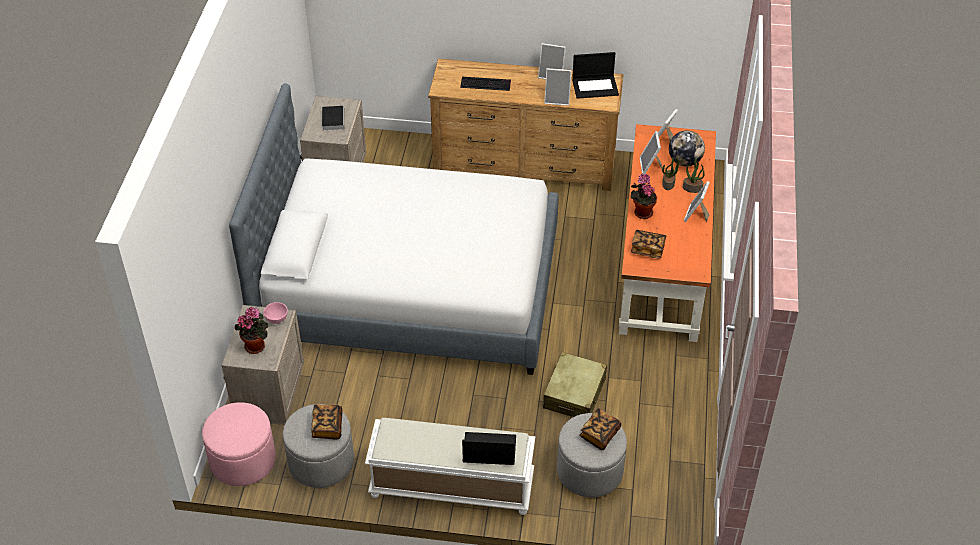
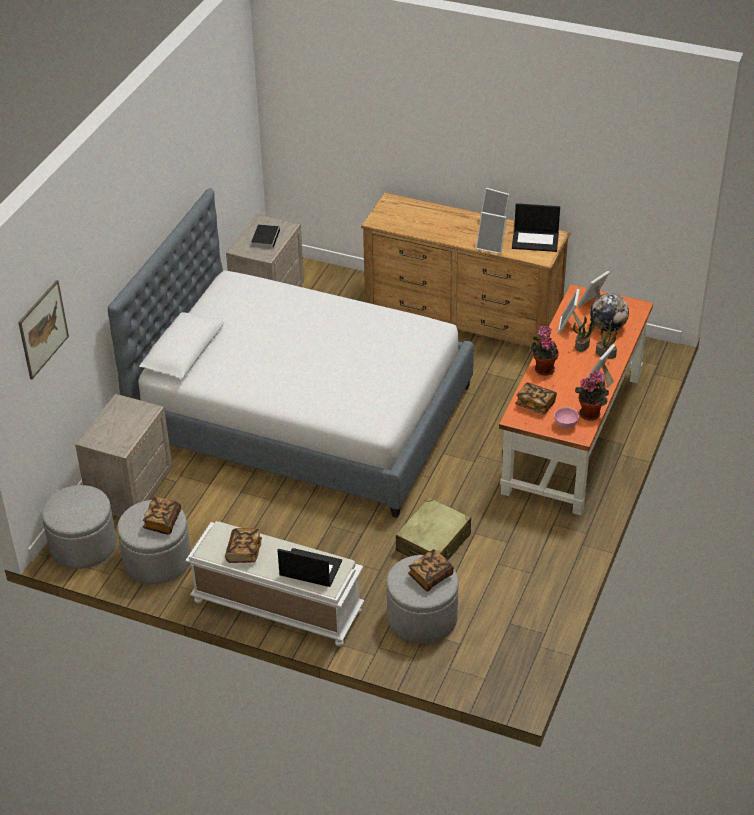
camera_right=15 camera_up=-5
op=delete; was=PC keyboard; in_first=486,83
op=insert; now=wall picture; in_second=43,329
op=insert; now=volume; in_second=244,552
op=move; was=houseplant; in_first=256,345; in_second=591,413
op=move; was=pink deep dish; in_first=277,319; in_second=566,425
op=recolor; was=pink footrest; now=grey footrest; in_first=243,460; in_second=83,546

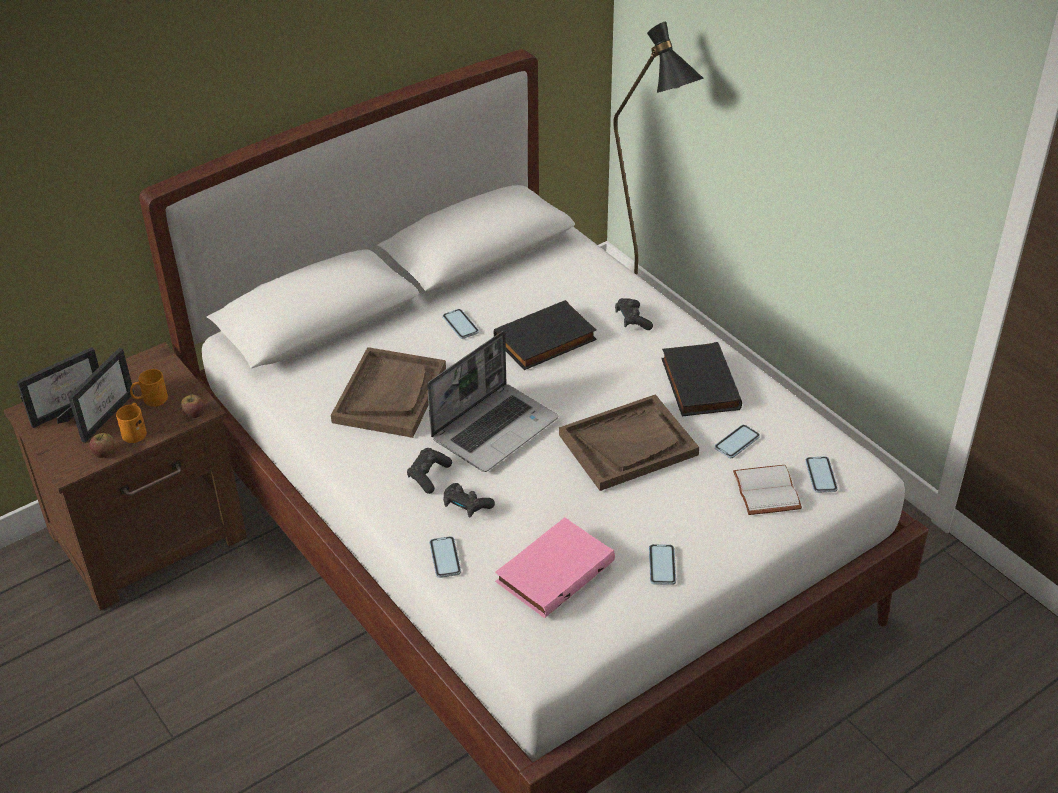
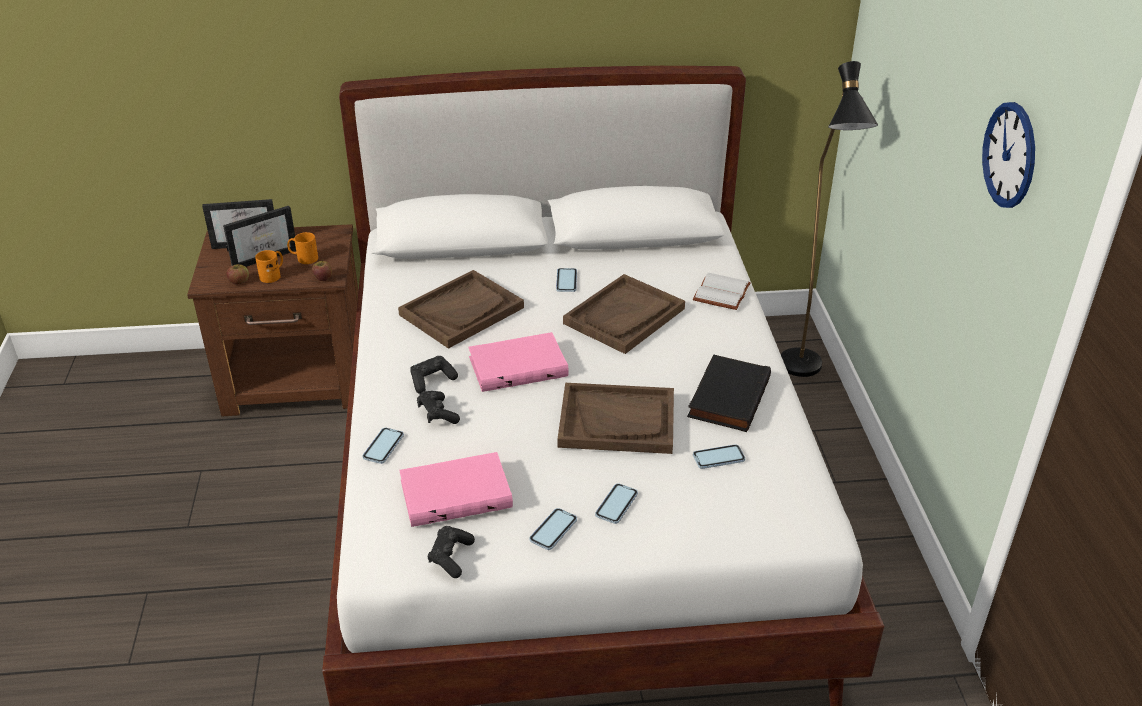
camera_right=30 camera_up=-5
op=insert; now=wall clock; in_second=1009,155
op=move; was=black joypad; in_first=632,320; in_second=451,557
op=move; was=white-coloured volume; in_first=768,492; in_second=723,294
op=move; was=phone; in_first=821,476; in_second=616,505
op=replace; was=laptop; now=pink volume; in_first=495,428; in_second=518,365
op=replace; was=black volume; now=brown-coloured serving tray; in_first=545,341; in_second=624,316

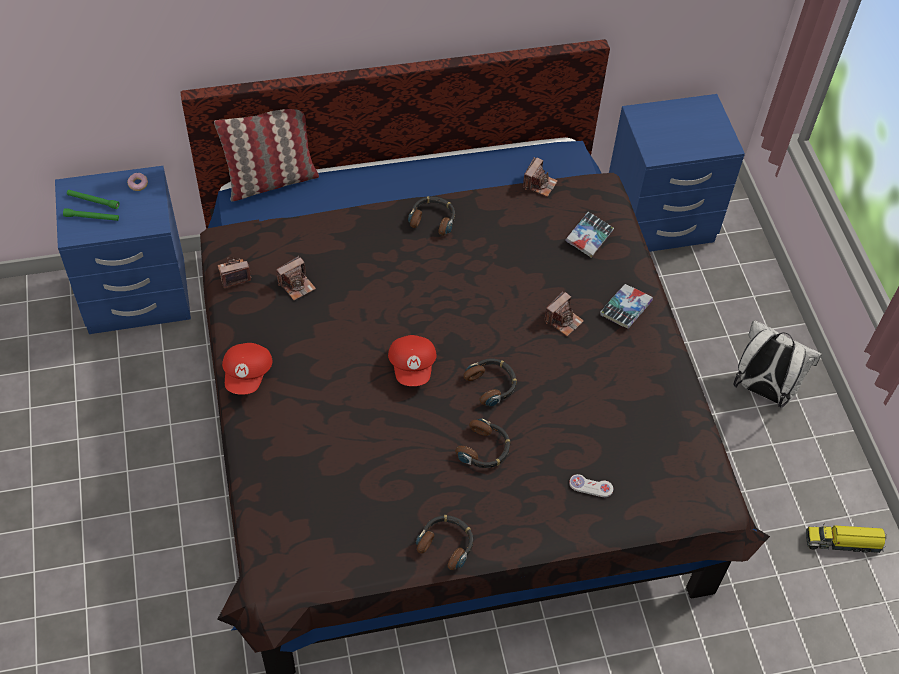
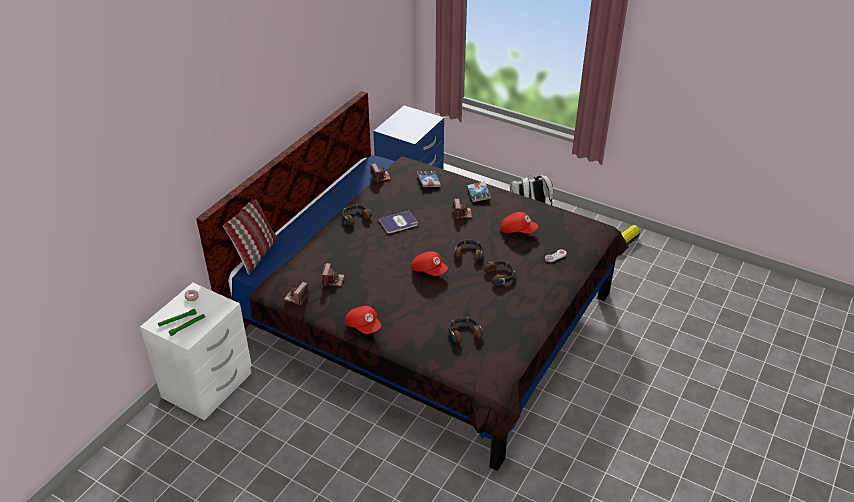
camera_right=-45 camera_up=-15
op=insert; now=volume; in_second=398,222
op=insert; now=reddish cap; in_second=518,230
op=move; was=headphones; in_first=446,543; in_second=464,332
op=recolor; was=blue bedside table; now=white-coloured bedside table; in_first=137,297; in_second=208,386

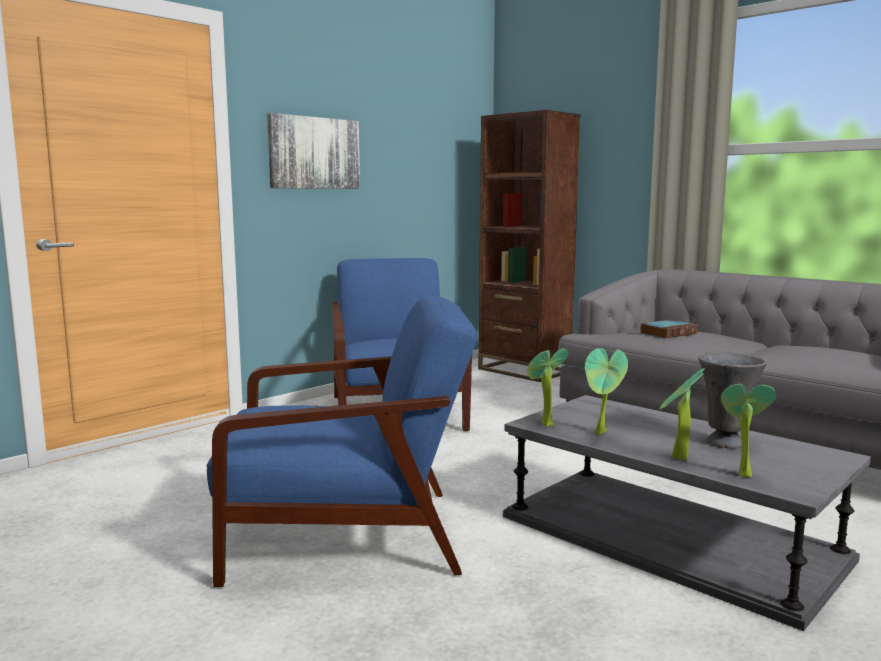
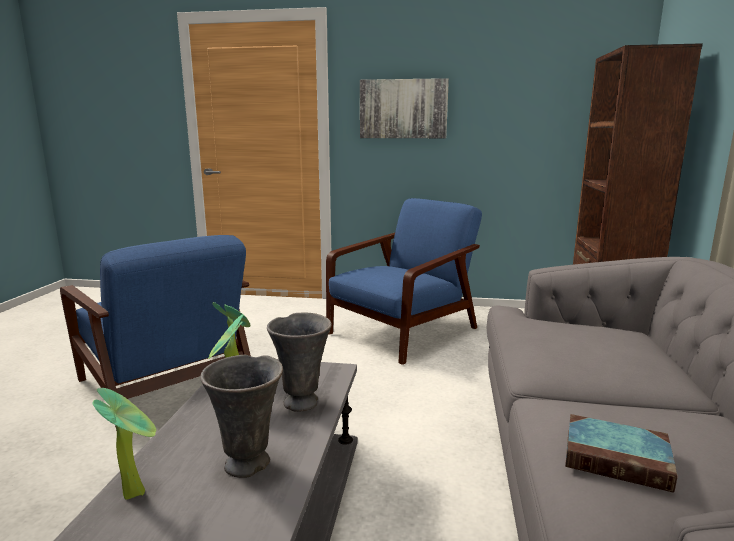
camera_right=55 camera_up=5
op=delete; was=houseplant; in_first=677,459
op=insert; now=grey decorative vase; in_second=302,402
op=move; was=volume; in_first=668,333; in_second=618,458

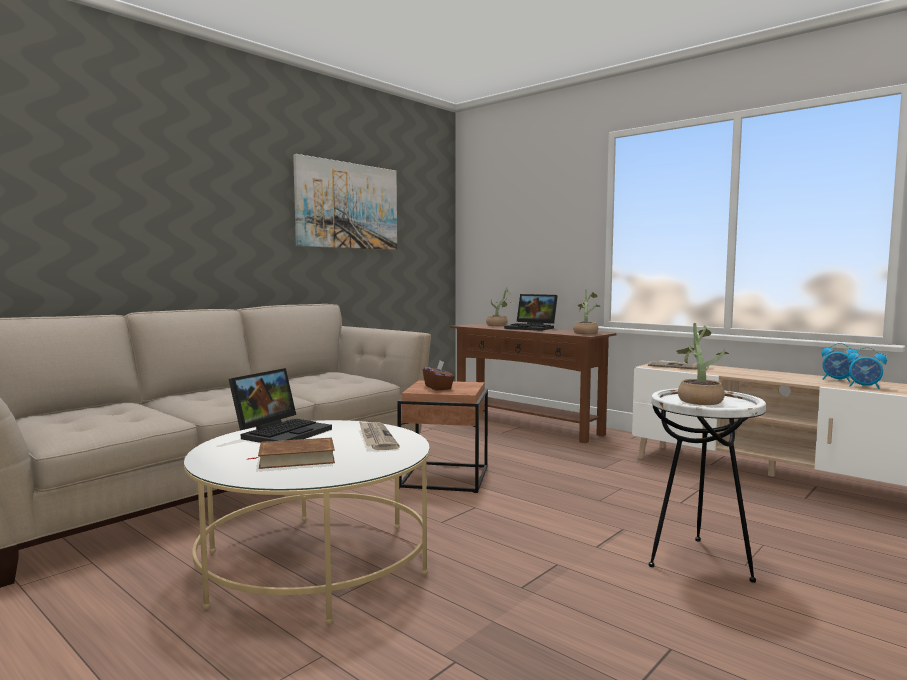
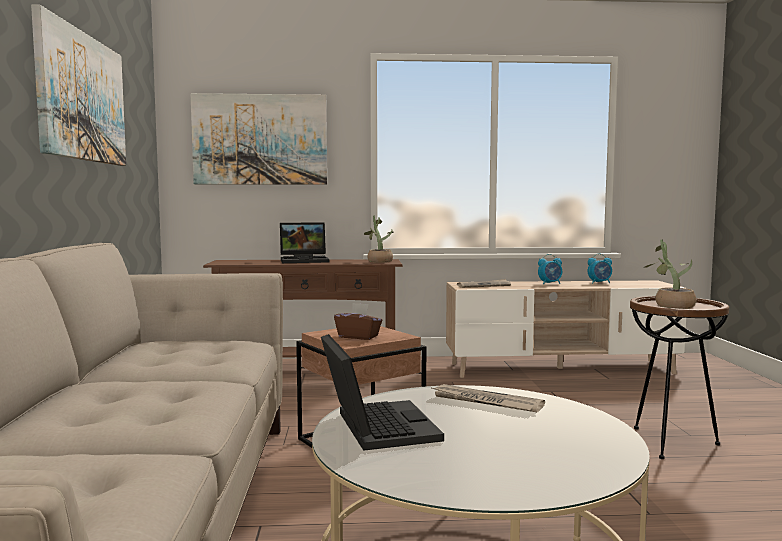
camera_right=-45 camera_up=0
op=delete; was=brown-coloured volume; in_first=296,458
op=delete; was=houseplant; in_first=499,325
op=insert; now=wall picture; in_second=260,140
op=move; was=table clock; in_first=865,387; in_second=550,283
op=recolor; was=white-coloured end table; now=brown-coloured end table; in_first=700,561; in_second=671,443

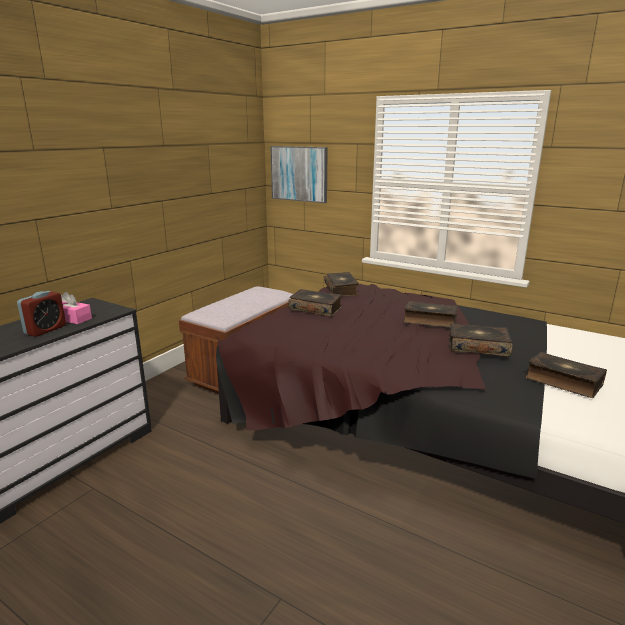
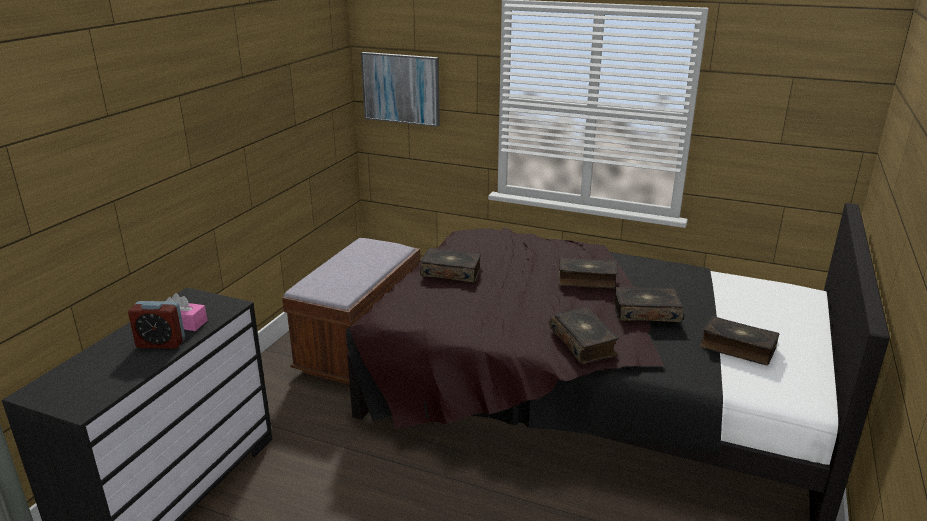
camera_right=-10 camera_up=5
op=move; was=volume; in_first=341,290; in_second=583,343
op=rotate; was=table clock; in_first=45,330; in_second=161,343; clockwise=75

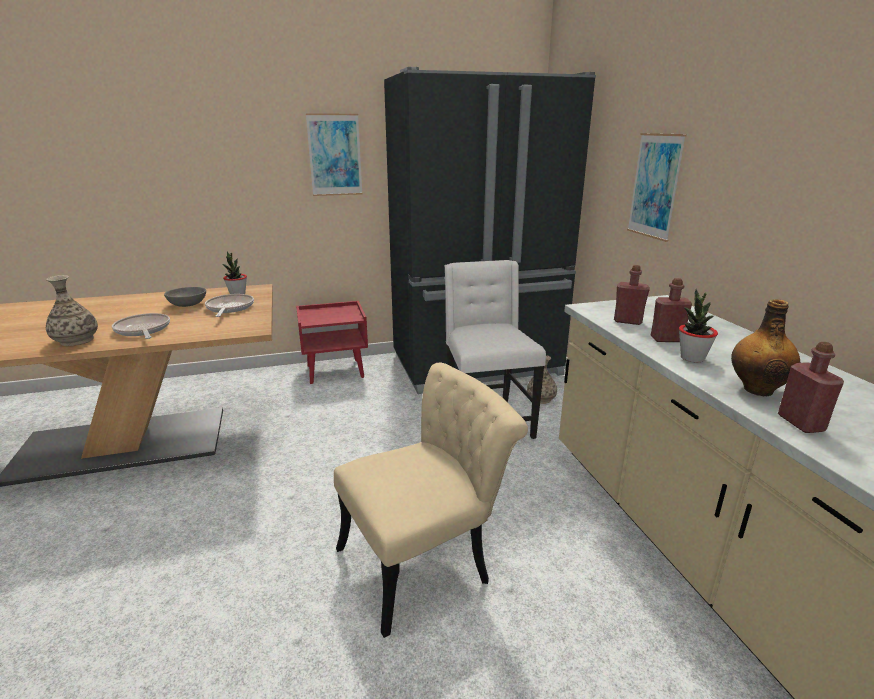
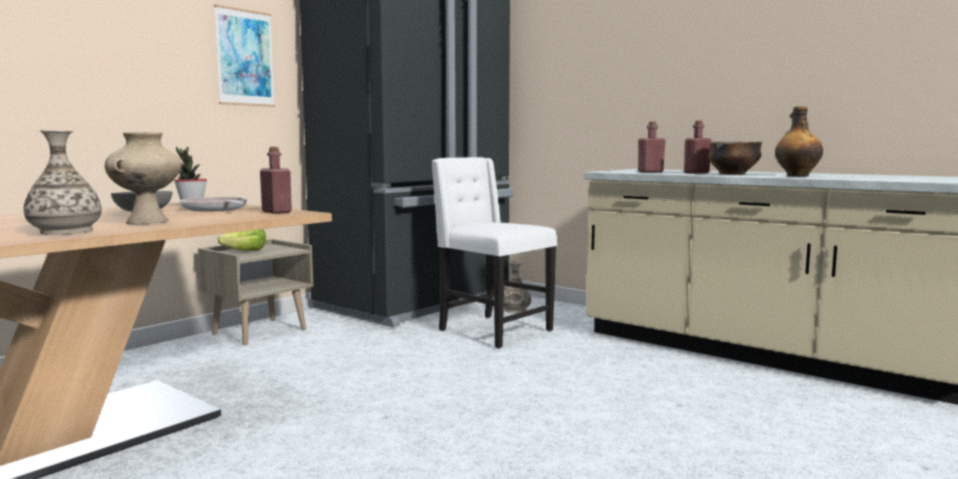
camera_right=-35 camera_up=-15
op=delete; was=sand-coloured upright chair; in_first=426,560
op=delete; was=wall picture; in_first=655,186
op=insert; now=lettuce; in_second=245,251
op=move; was=reddish drink bottle; in_first=800,423; in_second=276,212
op=replace; was=skillet; now=sand-coloured decorative vase; in_first=143,330; in_second=147,222
op=replace; was=houseplant; now=deep dish; in_first=692,358; in_second=733,174
op=recolor; was=reddish bedside table; now=sand-coloured bedside table; in_first=336,371; in_second=260,331

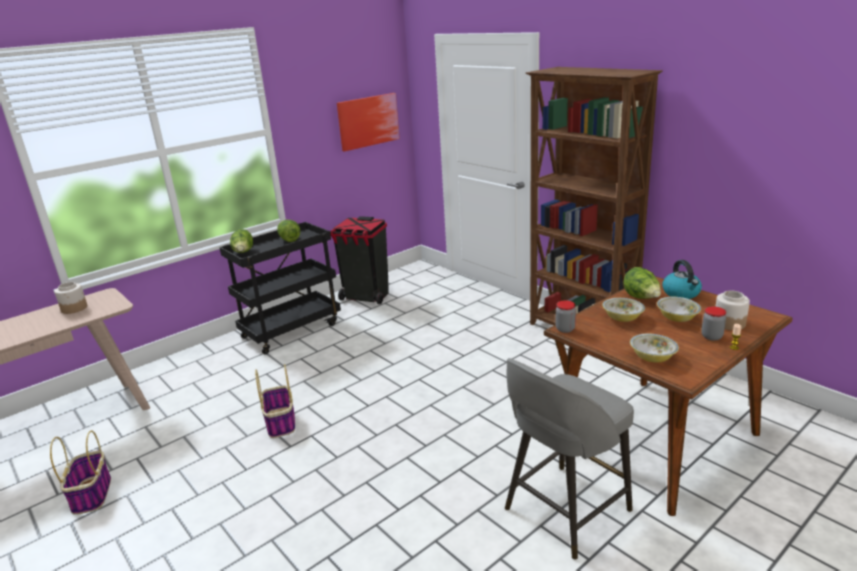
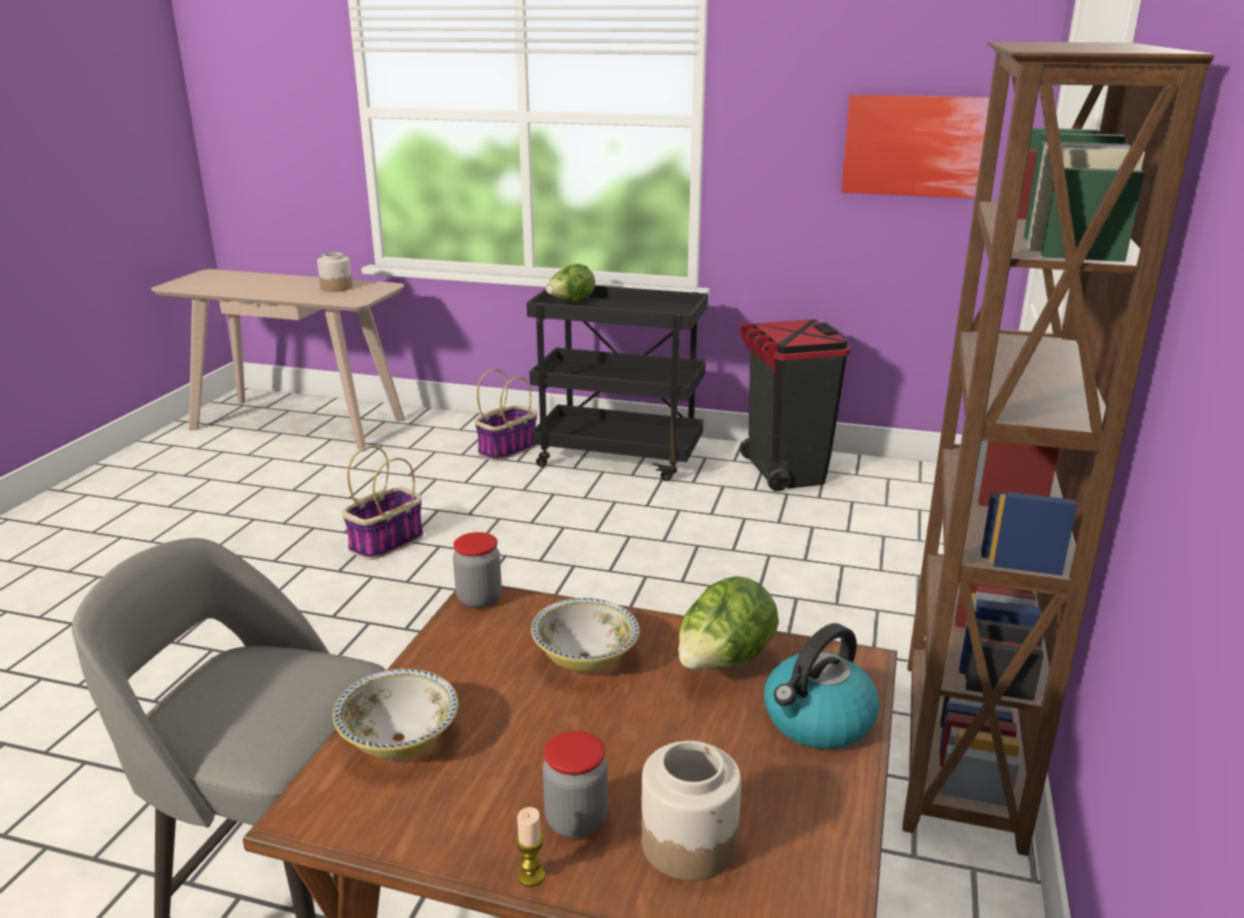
camera_right=55 camera_up=0
op=delete; was=lettuce; in_first=289,240
op=delete; was=deep dish; in_first=677,318
op=move; was=household basket; in_first=91,494; in_second=508,449

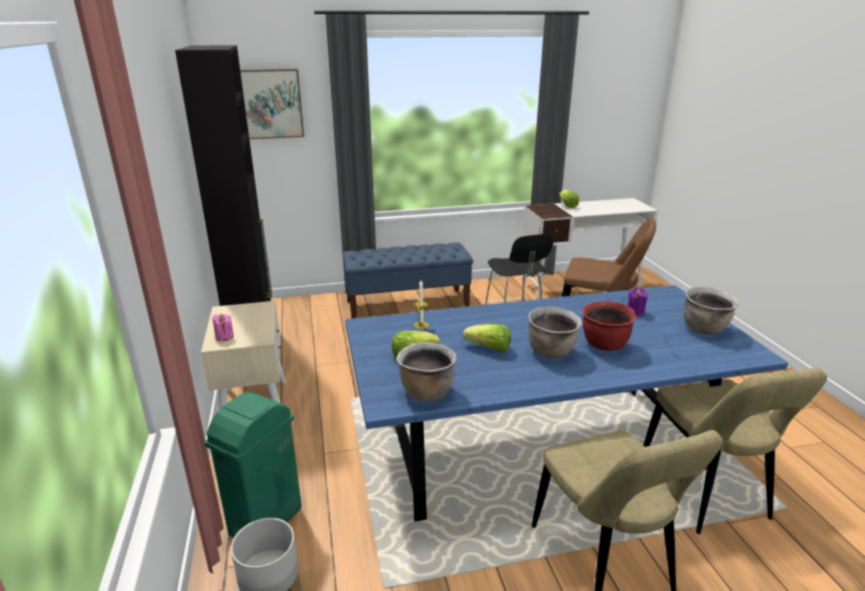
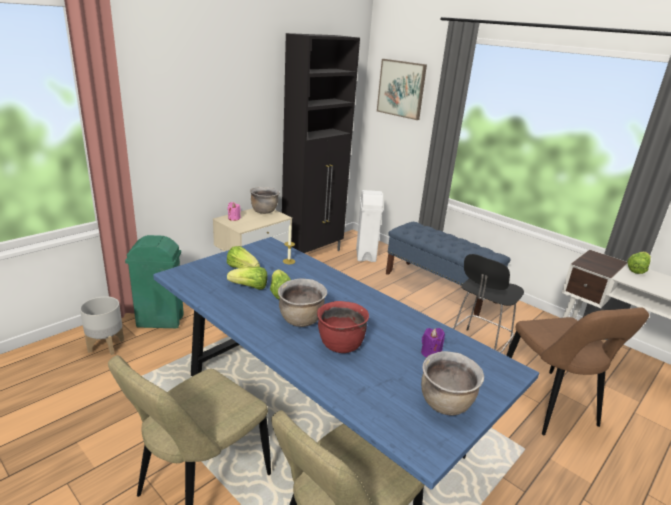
camera_right=55 camera_up=0
op=insert; now=lettuce; in_second=249,287
op=insert; now=white-coloured rubbish bin; in_second=365,255
op=move; was=brown-coloured stockpot; in_first=426,392; in_second=264,211

